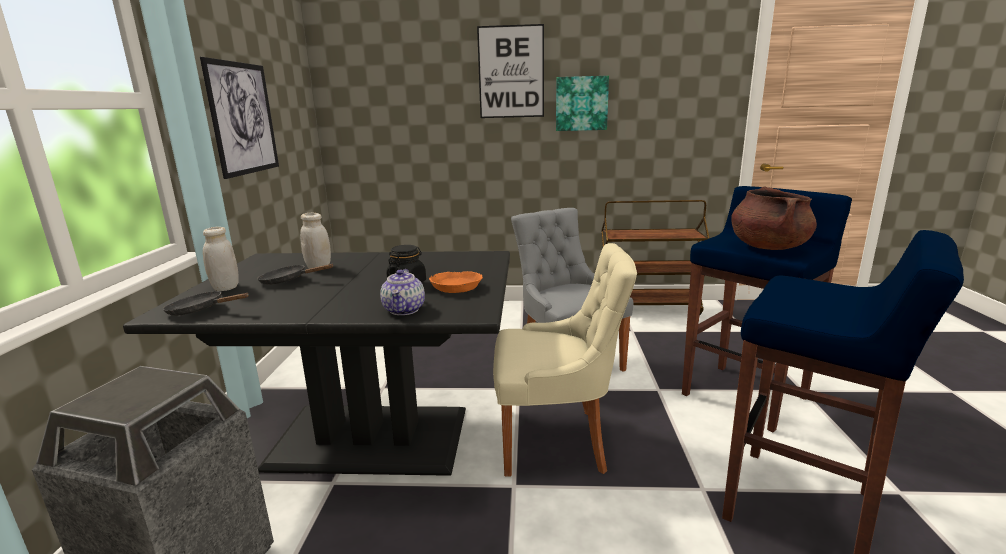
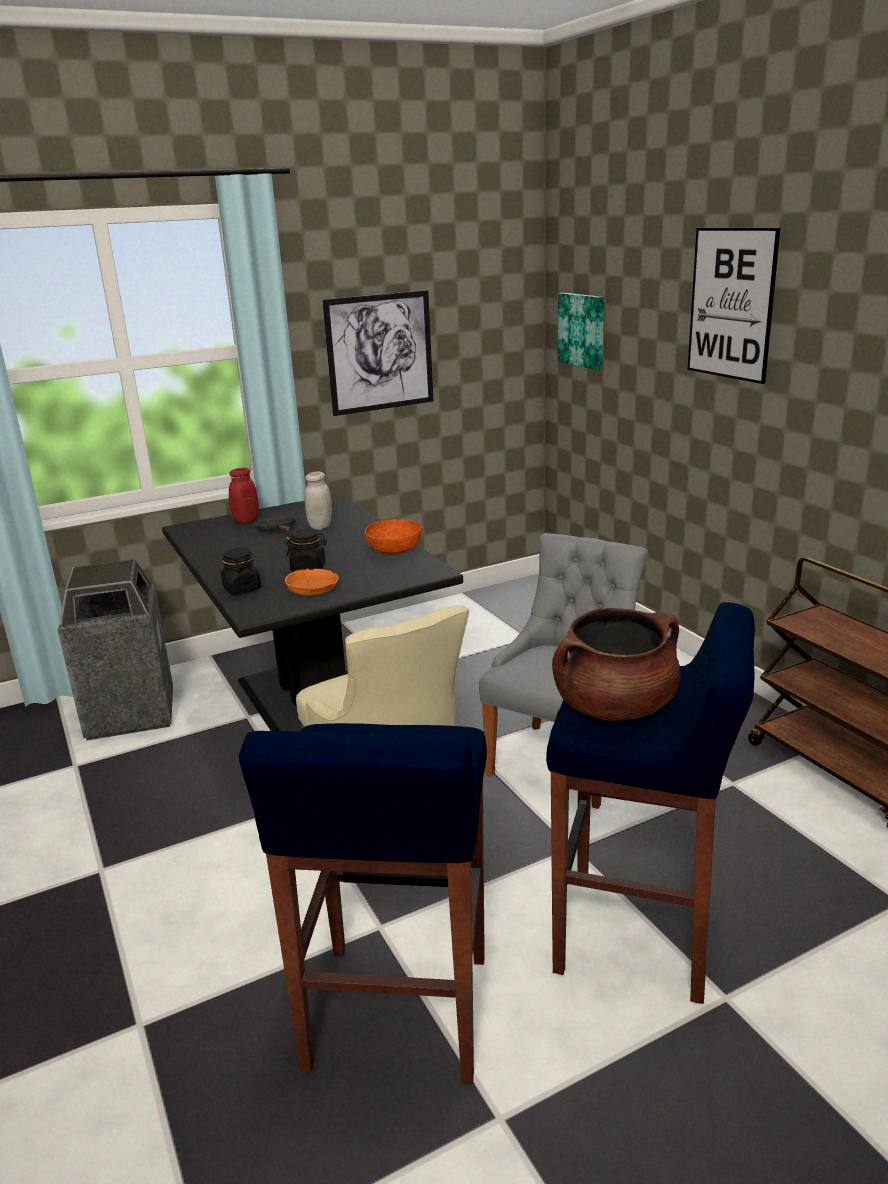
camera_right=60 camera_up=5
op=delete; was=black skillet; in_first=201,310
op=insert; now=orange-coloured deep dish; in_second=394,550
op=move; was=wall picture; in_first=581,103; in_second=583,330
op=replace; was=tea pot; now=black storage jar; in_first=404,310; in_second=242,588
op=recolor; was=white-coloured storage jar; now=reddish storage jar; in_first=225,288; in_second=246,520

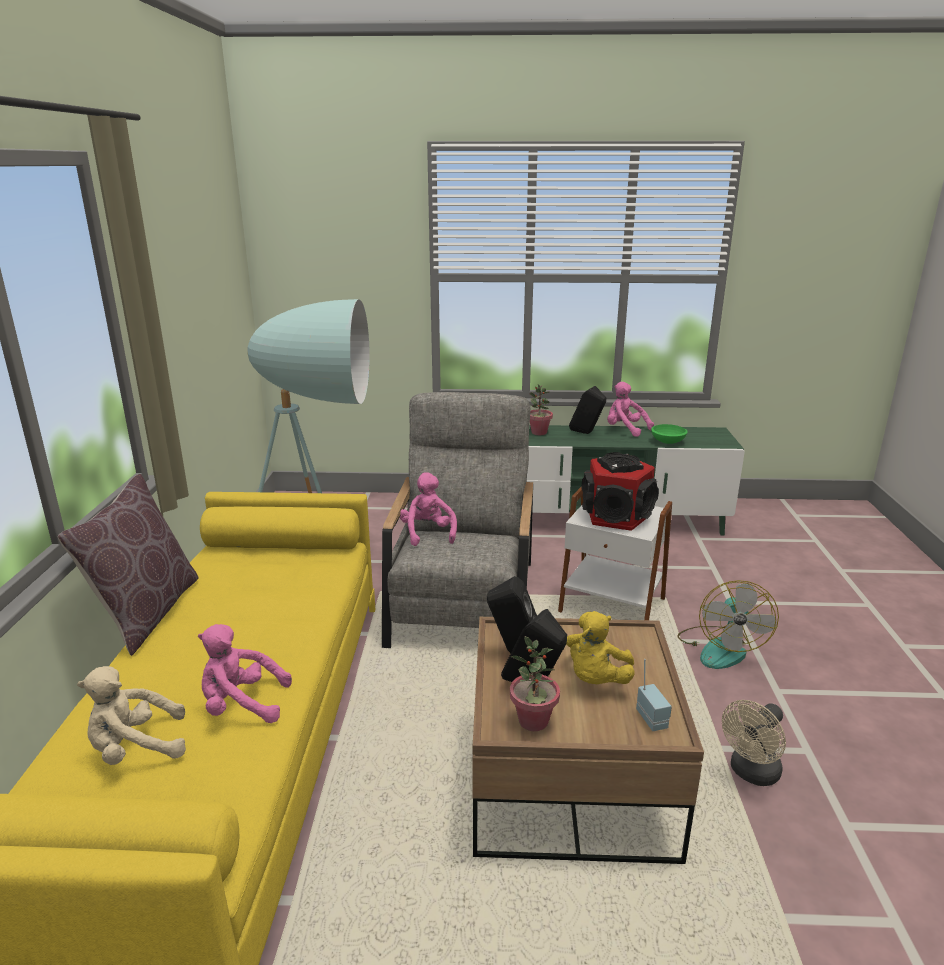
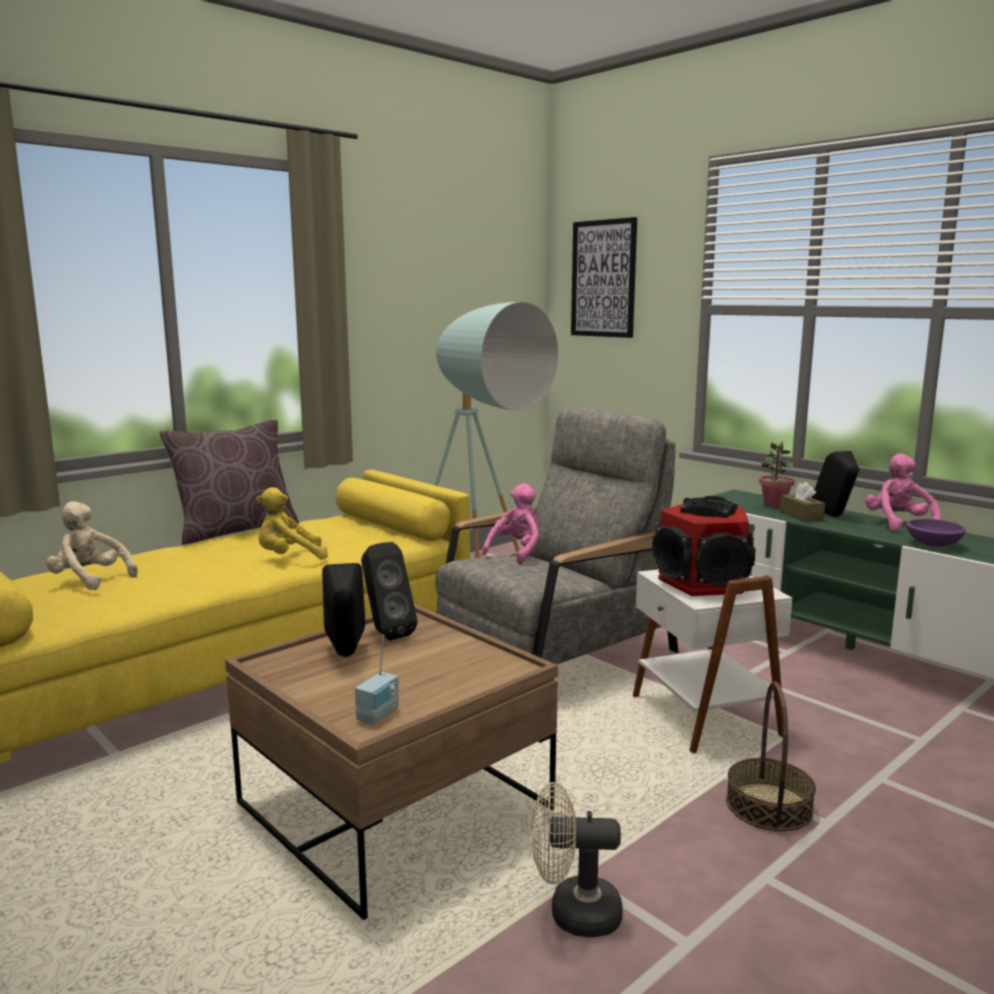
camera_right=45 camera_up=-10
op=delete; was=pink plush toy; in_first=242,705
op=delete; was=houseplant; in_first=533,721
op=insert; now=wall picture; in_second=603,279
op=insert; now=brown-coloured tissue box; in_second=801,516
op=move; was=yellow plush toy; in_first=596,679; in_second=289,558
op=replace; was=electric fan; now=household basket; in_first=720,648; in_second=769,806
op=recolor; was=green-coloured deep dish; now=purple deep dish; in_first=668,441; in_second=934,544

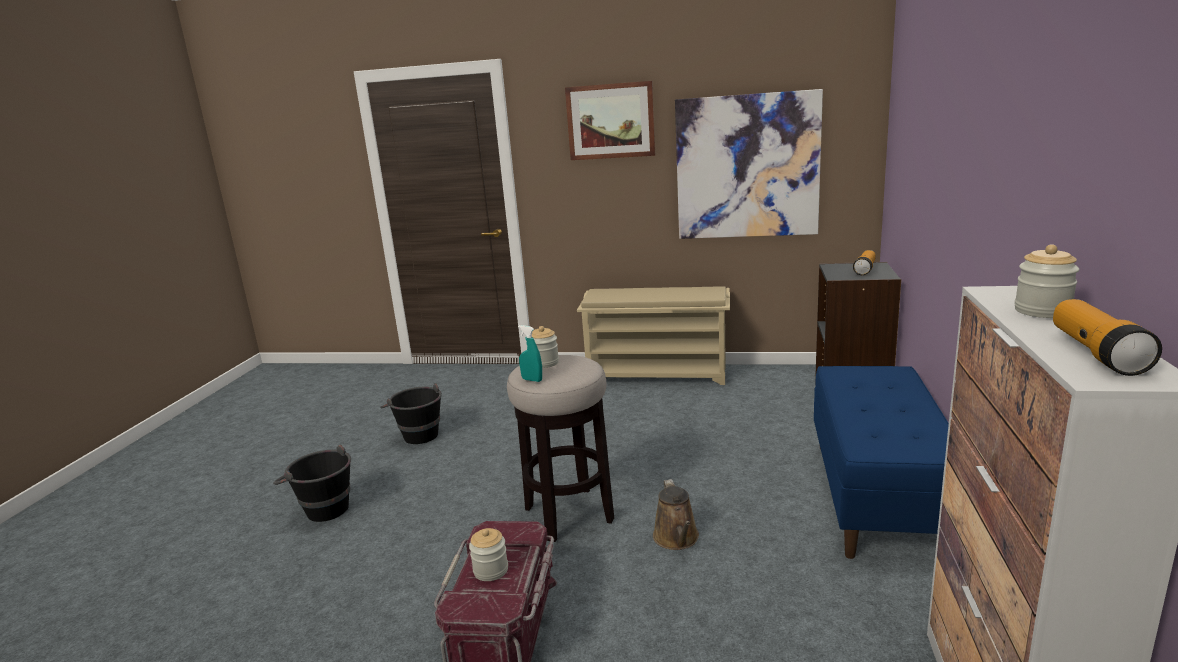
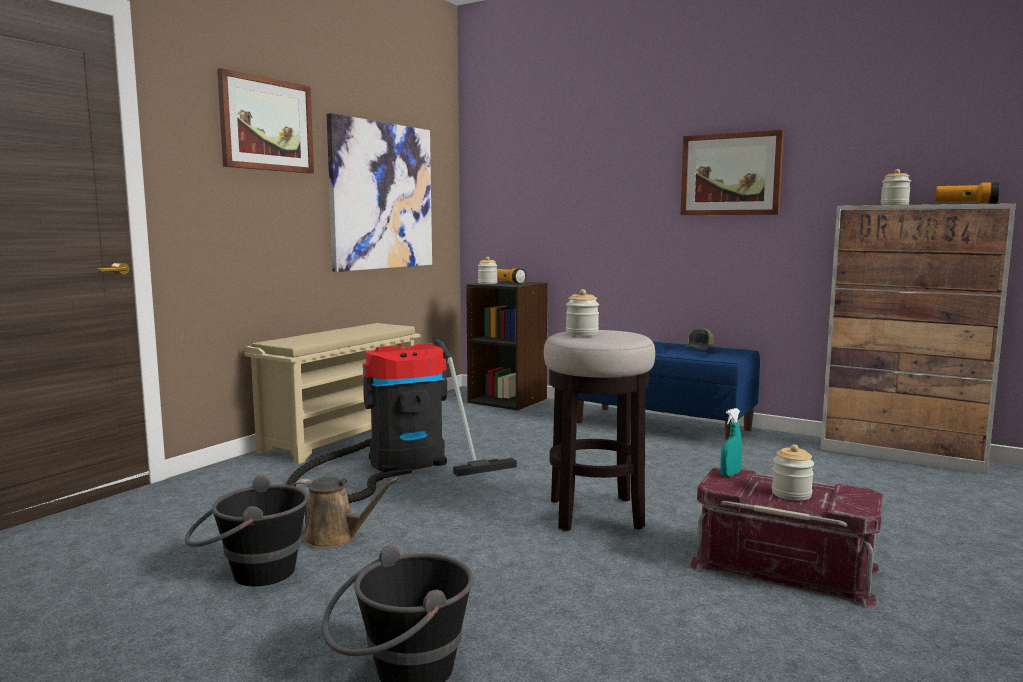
camera_right=-70 camera_up=-10
op=insert; now=vacuum cleaner; in_second=399,464
op=insert; now=storage jar; in_second=487,283
op=insert; now=wall picture; in_second=730,174
op=insert; now=cap; in_second=699,348
op=move; was=turquoise spray bottle; in_first=532,380; in_second=730,474
op=move; was=brown-coloured sprinkling can; in_first=677,539; in_second=335,537

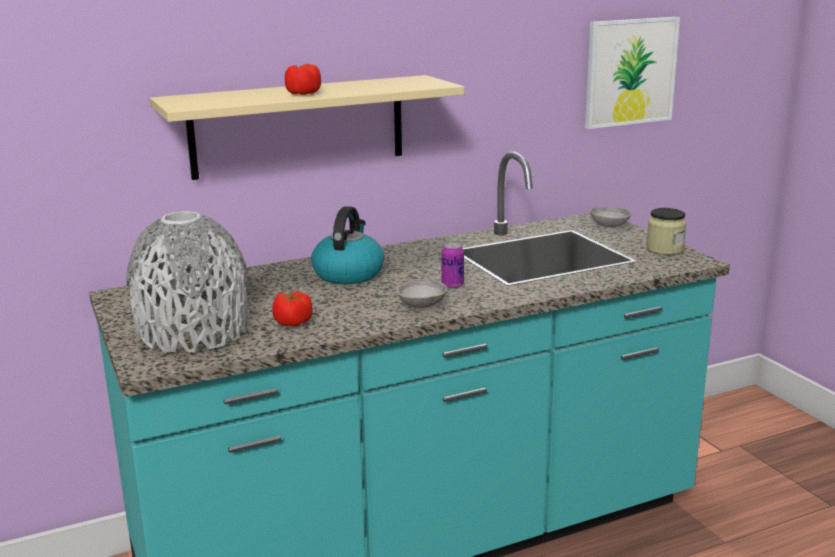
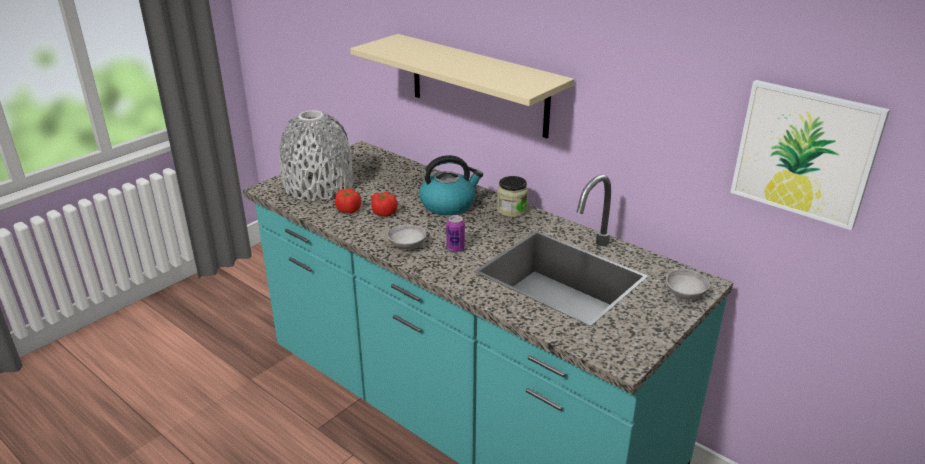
camera_right=65 camera_up=10
op=move; was=tomato; in_first=303,93; in_second=384,213
op=move; was=storage jar; in_first=664,249; in_second=511,210

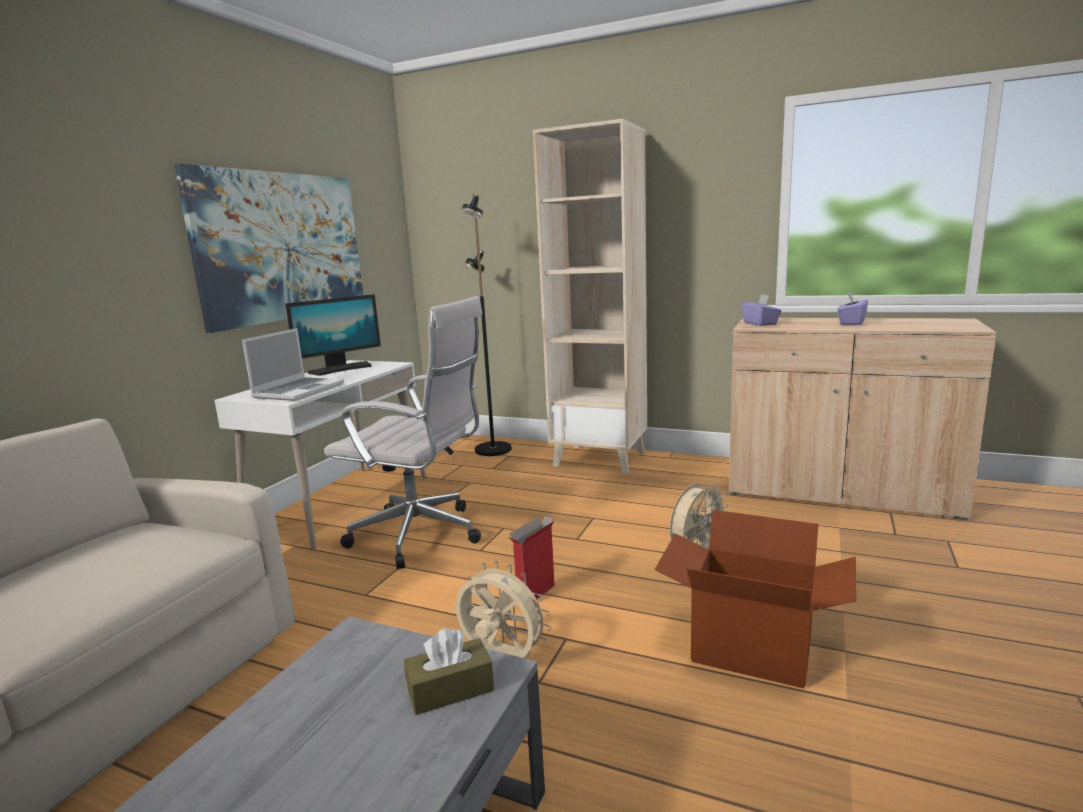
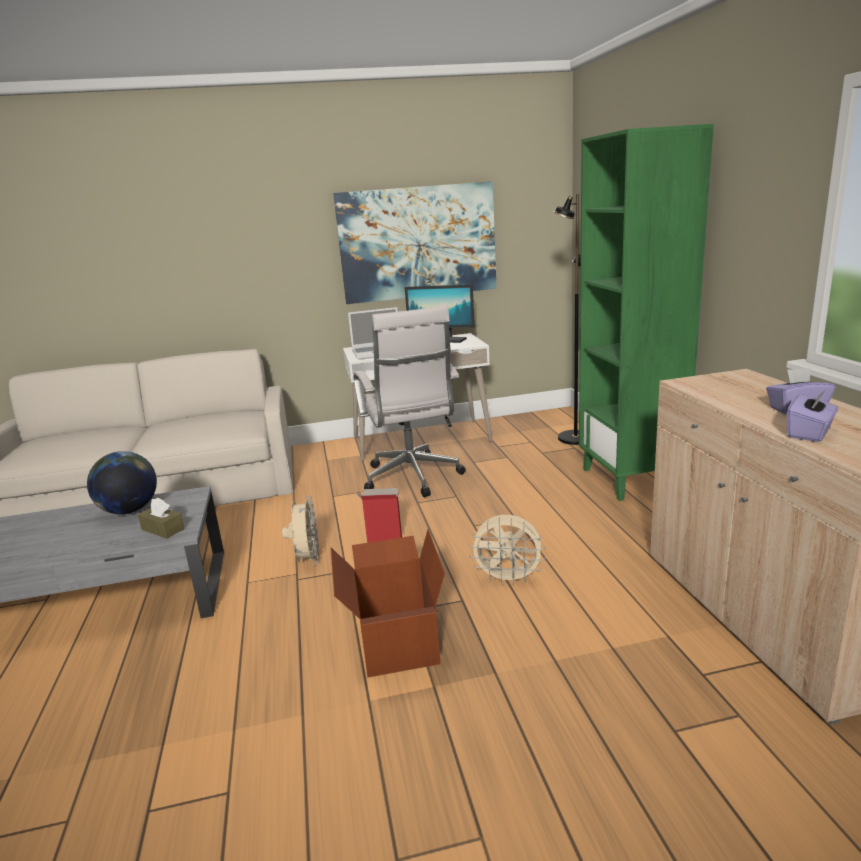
camera_right=55 camera_up=5
op=insert; now=globe; in_second=129,510
op=move; was=purple tissue box; in_first=760,323; in_second=810,433
op=recolor; was=sand-coloured bookshelf; now=green-coloured bookshelf; in_first=600,459; in_second=631,479

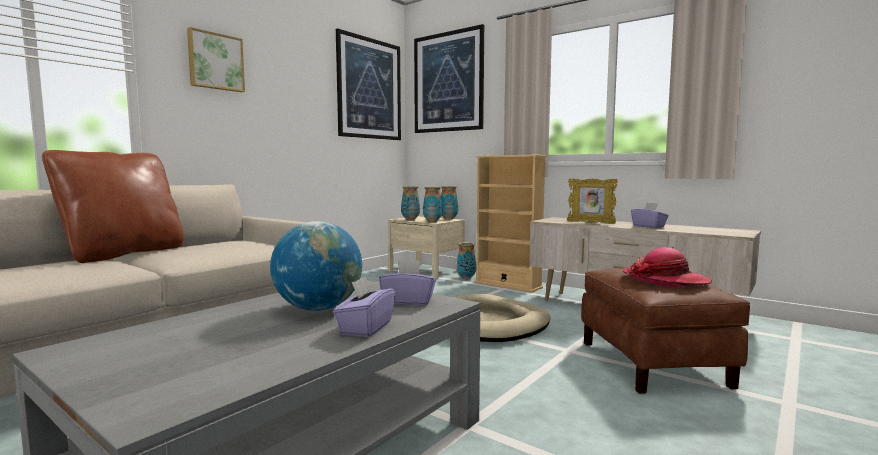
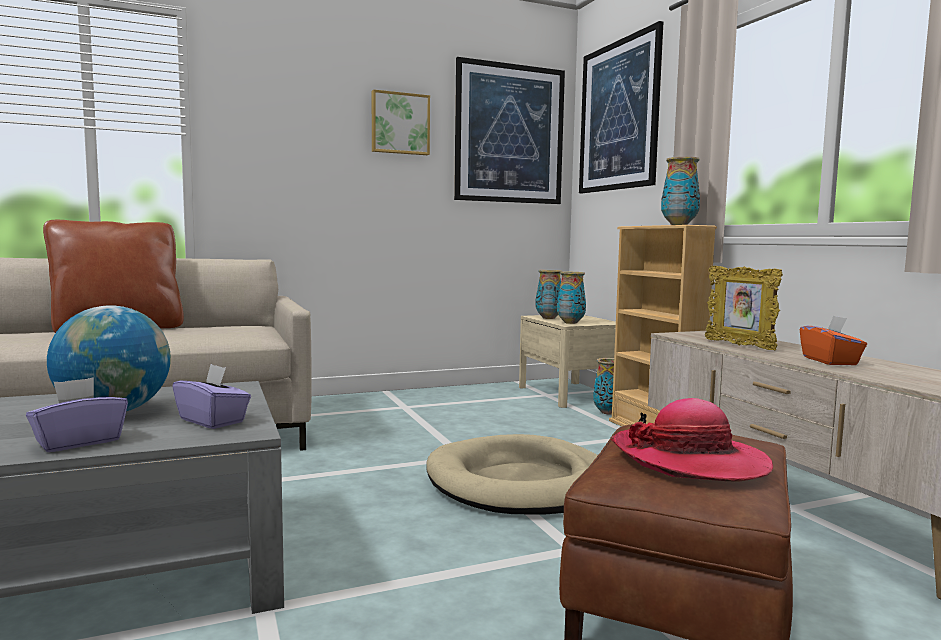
camera_right=30 camera_up=0
op=move; was=wall picture; in_first=215,61; in_second=400,123
op=move; was=decorative vase; in_first=448,219; in_second=679,224
op=recolor; was=purple tissue box; now=orange-coloured tissue box; in_first=649,226; in_second=830,361

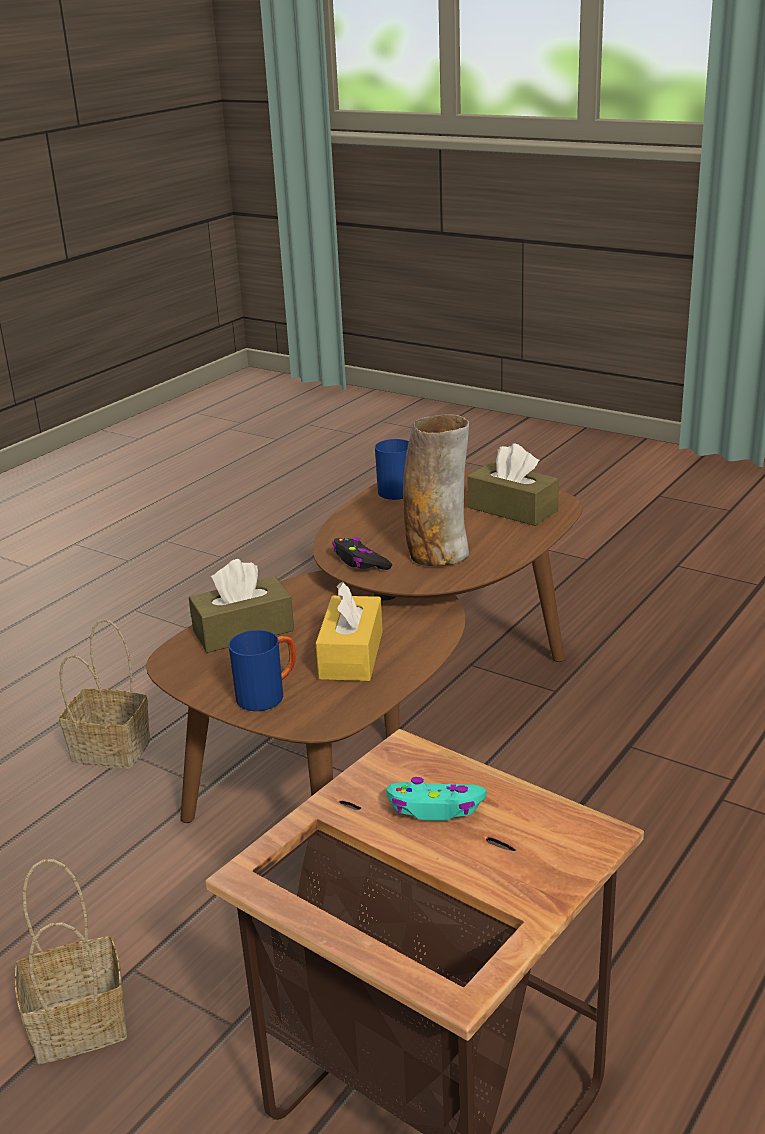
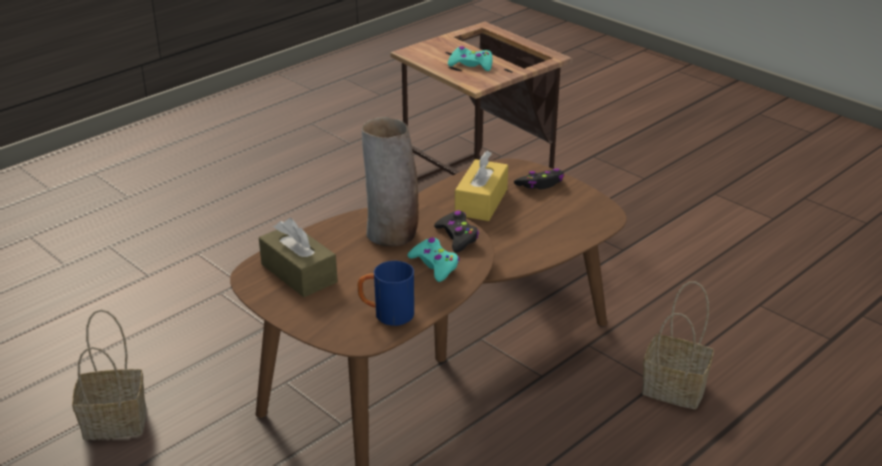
camera_right=-170 camera_up=5
op=delete; was=brown-coloured tissue box; in_first=243,631
op=insert; now=turquoise joypad; in_second=435,265
op=move; was=household basket; in_first=75,1028; in_second=117,421
op=replace; was=blue tea mug; now=black joypad; in_first=268,695; in_second=541,184

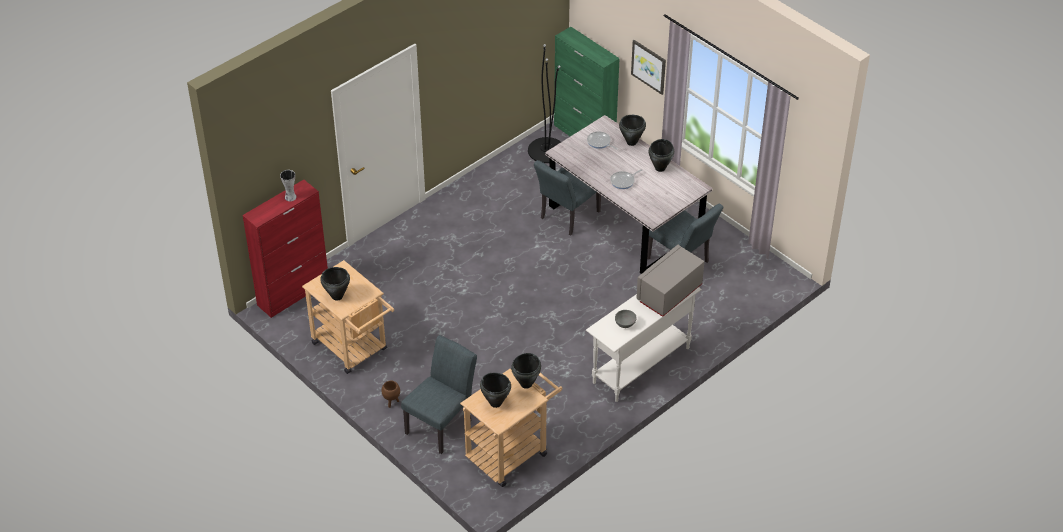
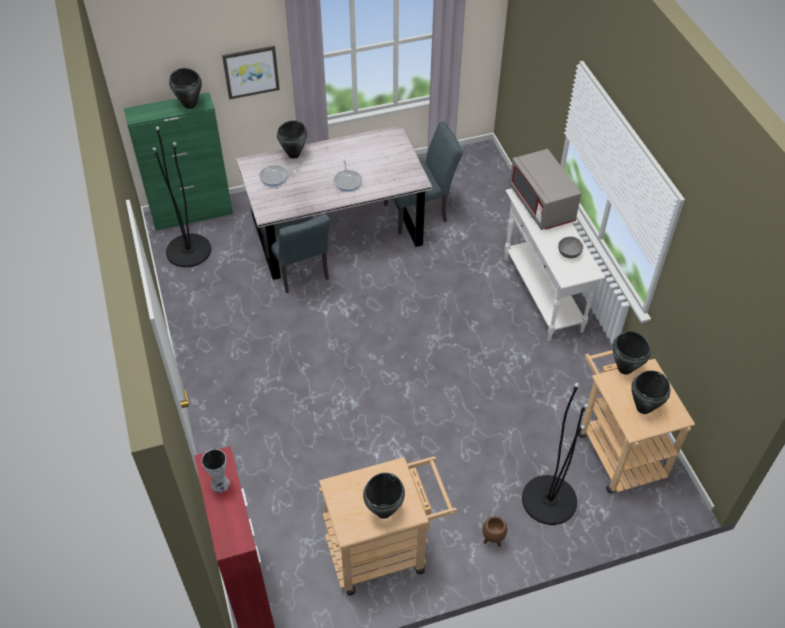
camera_right=-65 camera_up=5
op=move; was=black stockpot; in_first=660,168; in_second=190,104
op=replace; was=grey upright chair; now=black standard lamp; in_first=442,424; in_second=549,500

